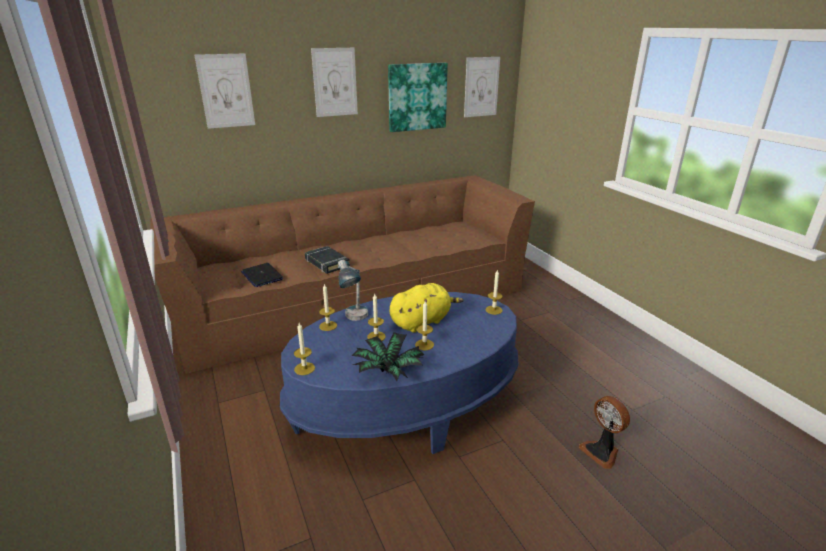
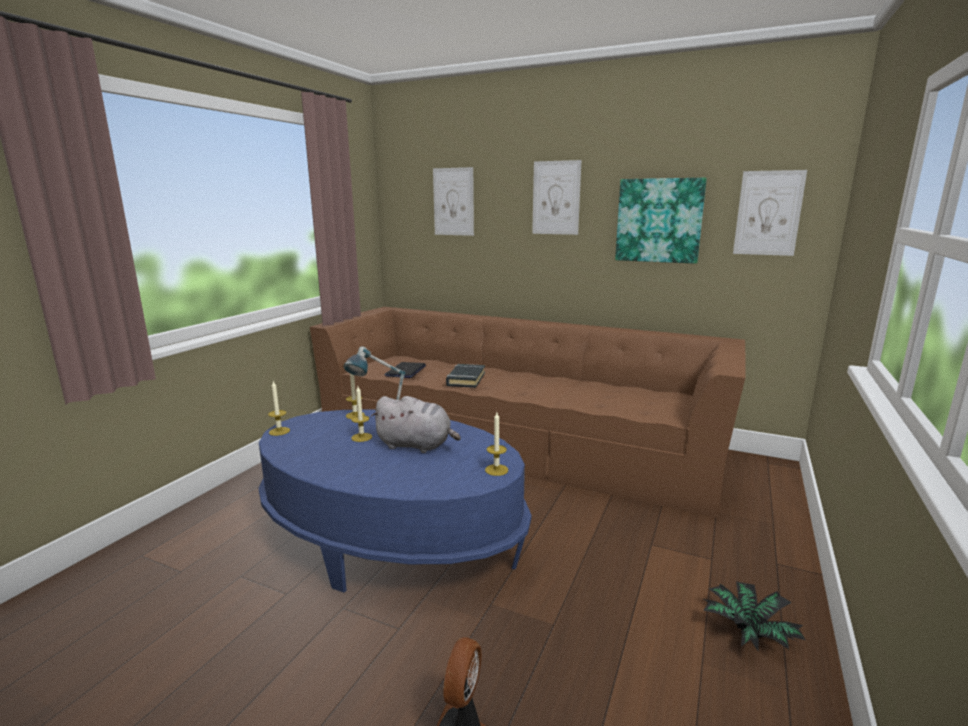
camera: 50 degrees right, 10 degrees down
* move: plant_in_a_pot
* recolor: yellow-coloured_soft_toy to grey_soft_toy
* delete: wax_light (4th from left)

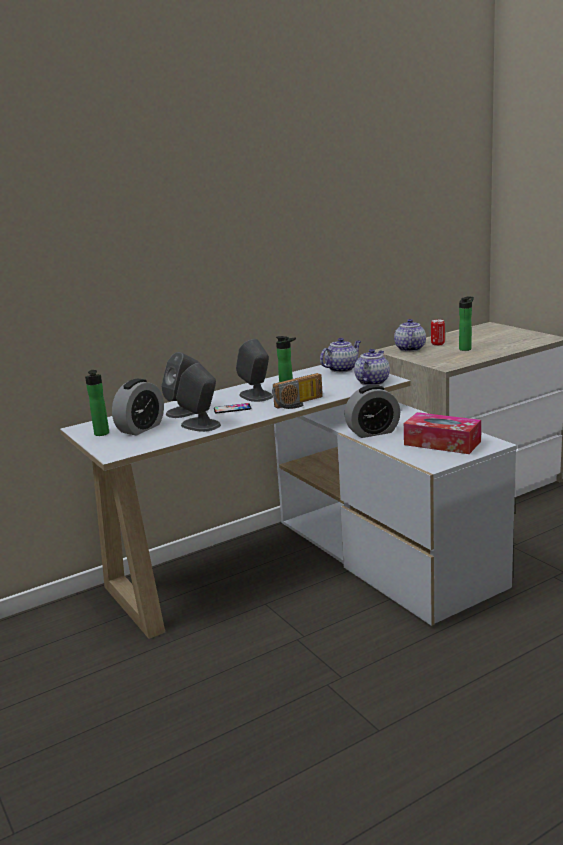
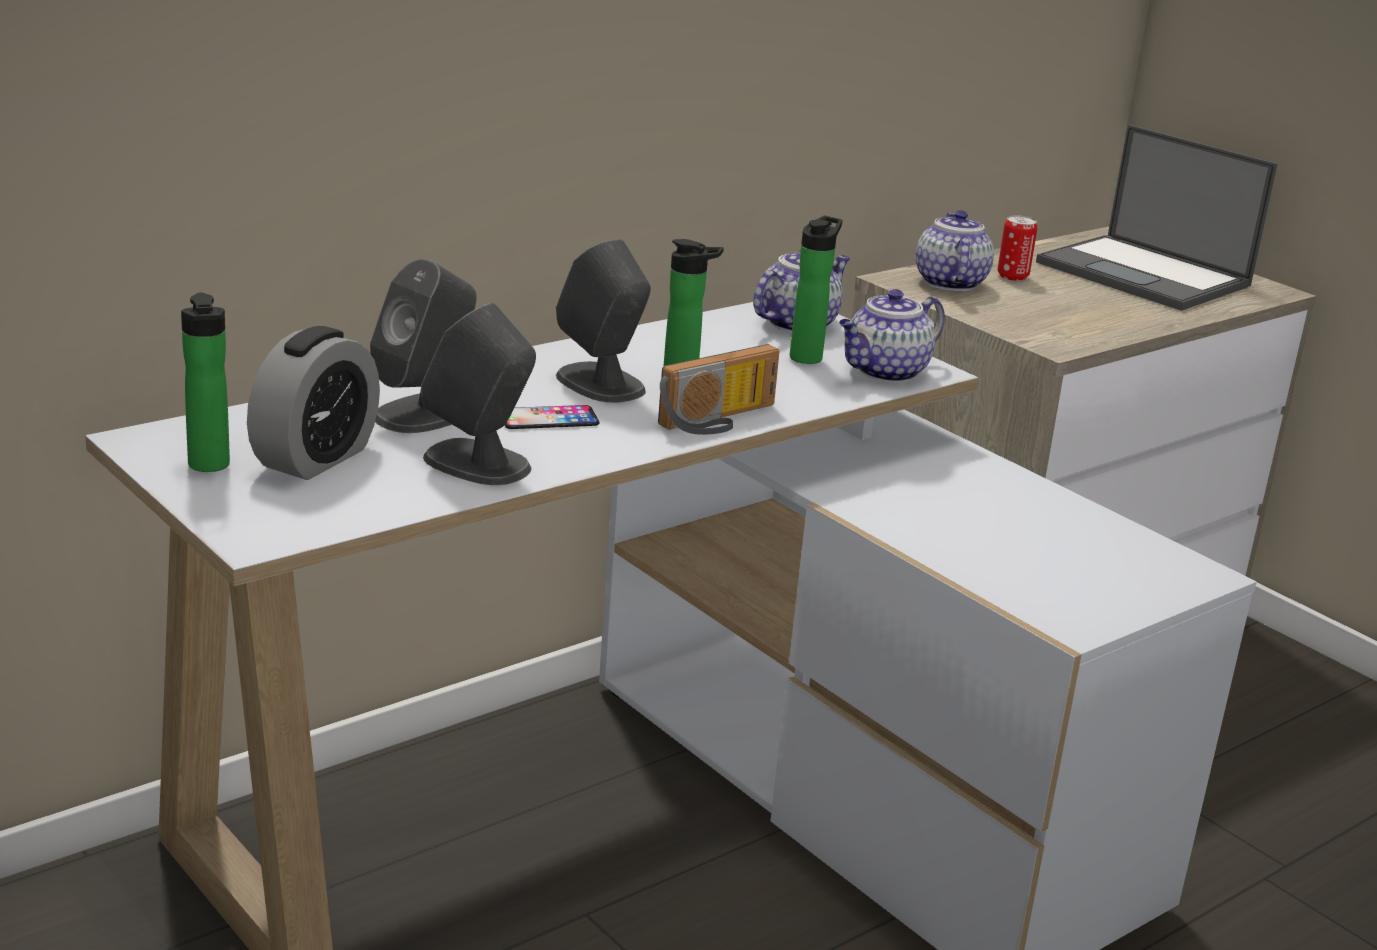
camera: 10 degrees left, 5 degrees up
* delete: bedside_clock (2nd from left)
* rotate: tea_pot (2nd from left) 150 degrees counterclockwise
* delete: tissue_box
* move: beverage_bottle (3rd from left)
* insert: notebook_computer

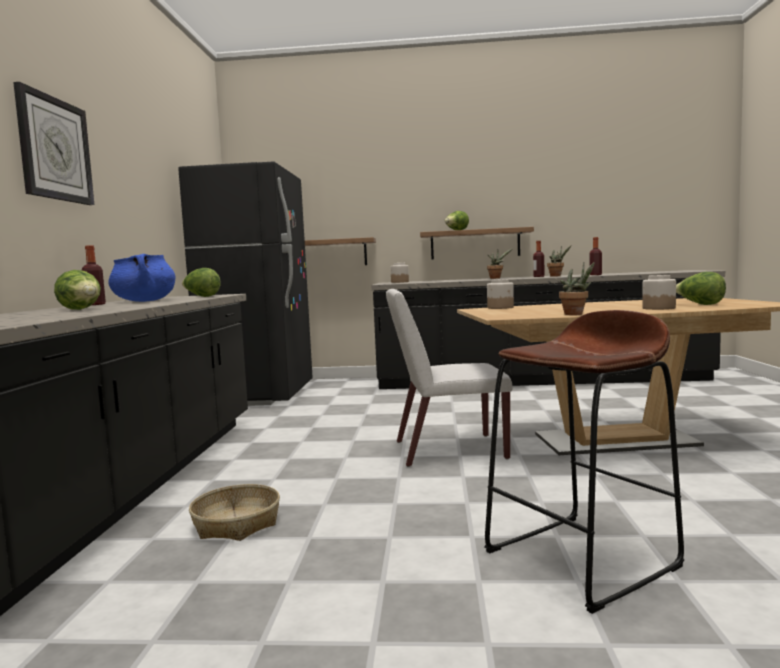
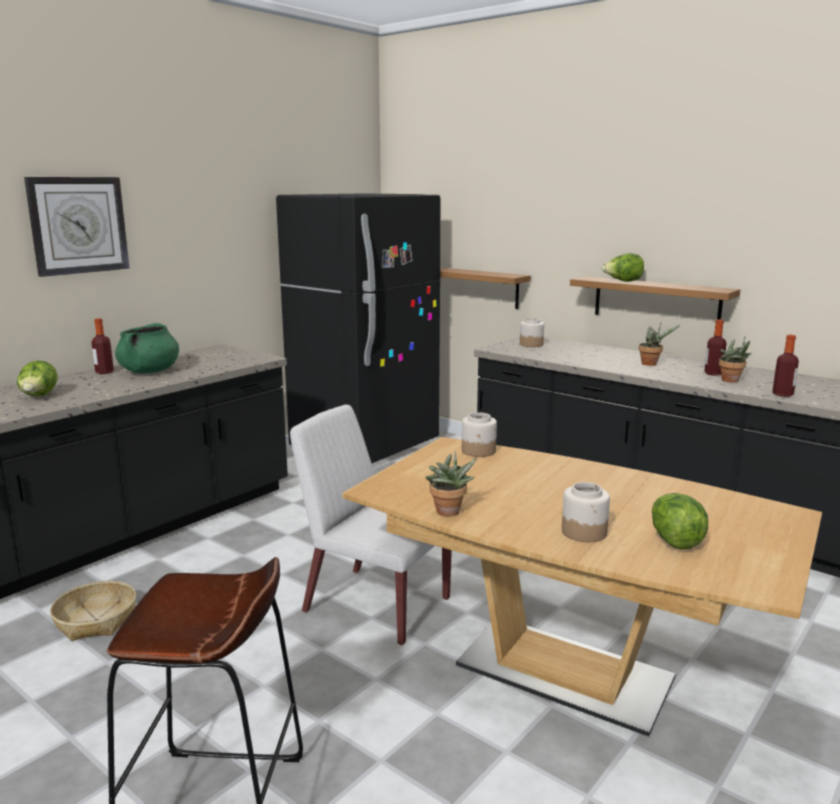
camera: 35 degrees right, 10 degrees up
* recolor: blue_cooking_pot to greenish_cooking_pot
* delete: lettuce_head (2nd from left)

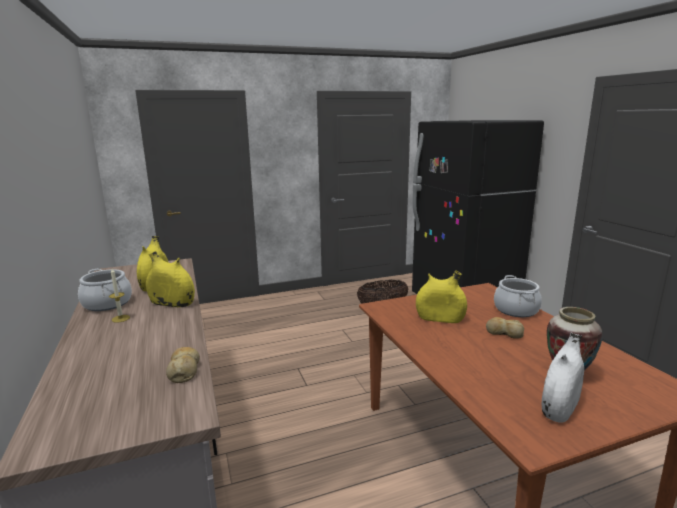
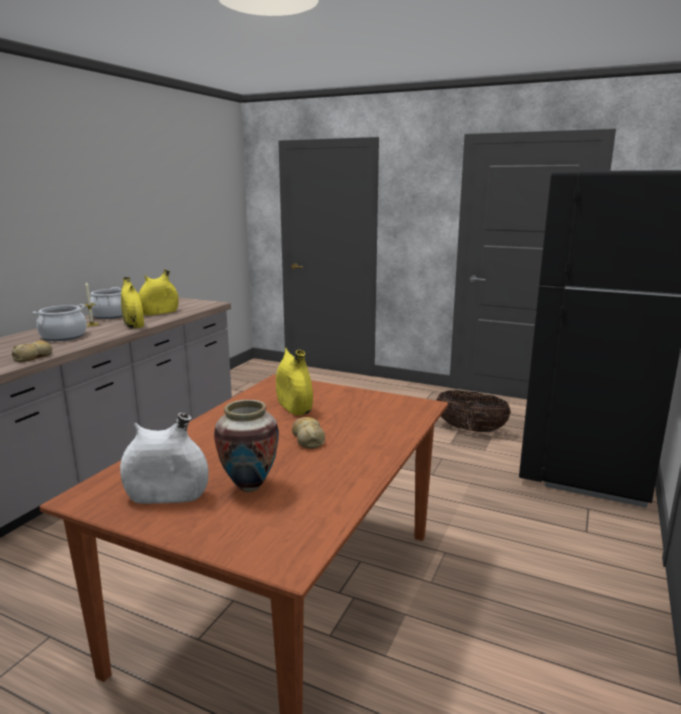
camera: 45 degrees right, 0 degrees up
* move: cooking_pot (2nd from left in the first image) to cooking_pot (1st from left)

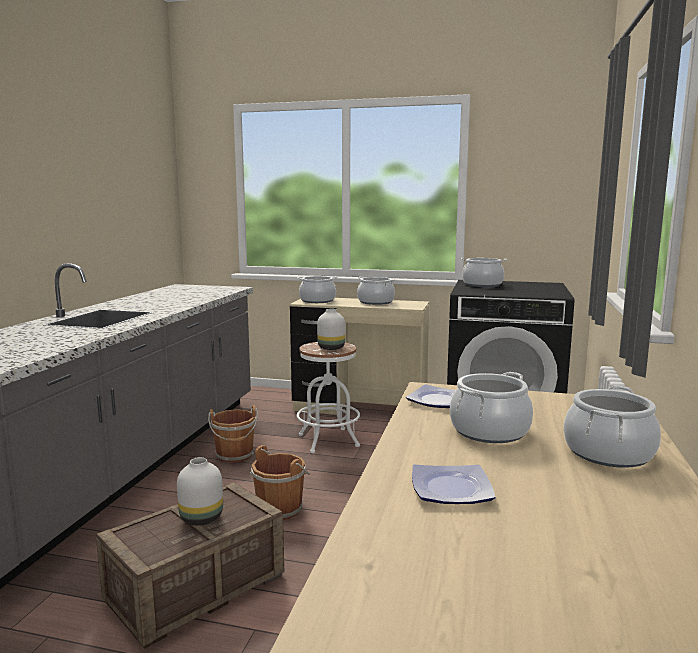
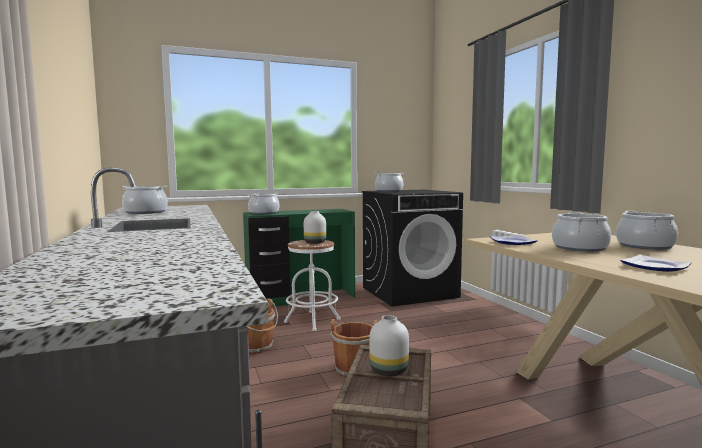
camera: 35 degrees left, 5 degrees down
* recolor: beige-coloured_desk_table to greenish_desk_table
* move: cooking_pot (2nd from left in the first image) to cooking_pot (1st from left)

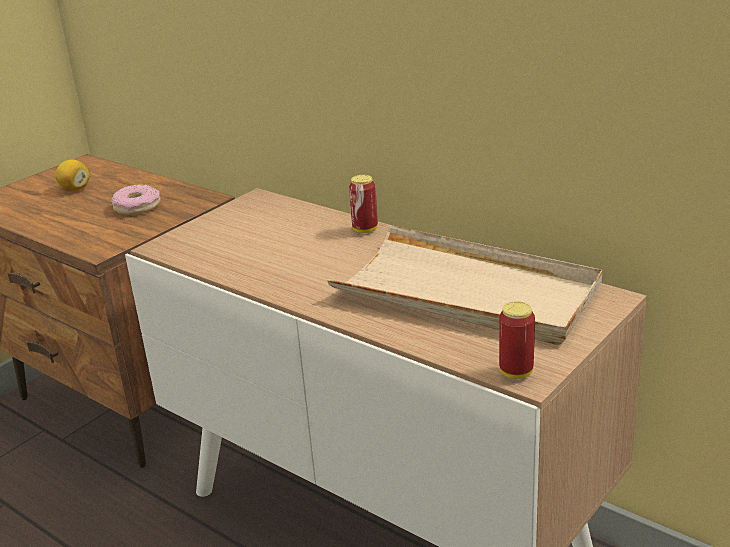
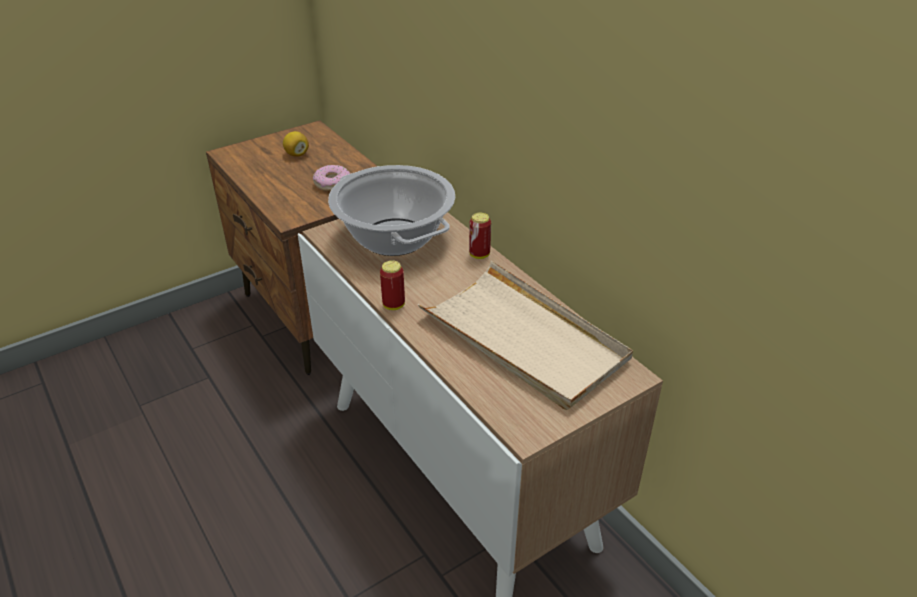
camera: 15 degrees right, 10 degrees up
* move: sealed_can (2nd from left in the first image) to sealed_can (1st from left)
* insert: cooking_pot

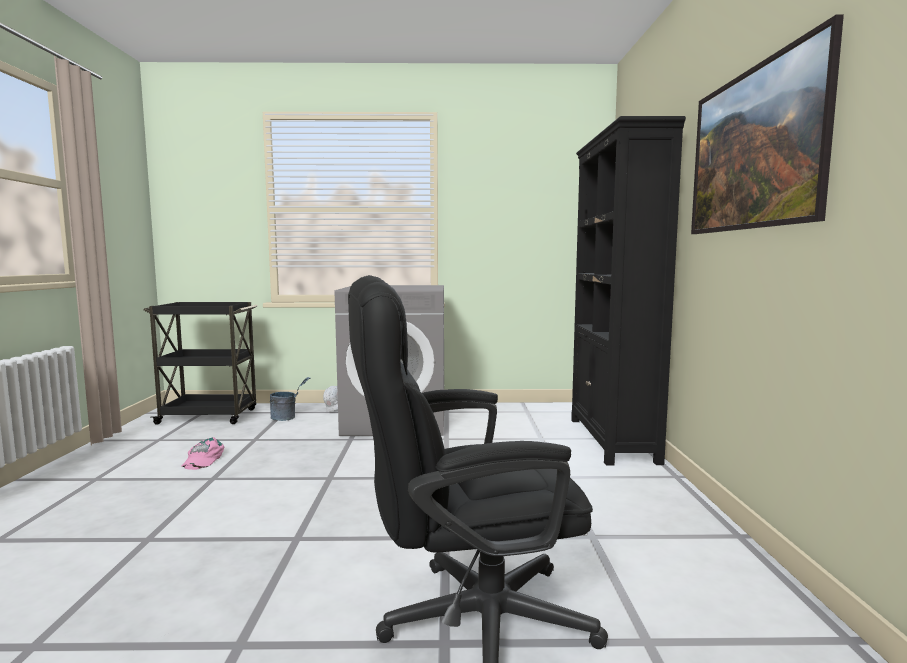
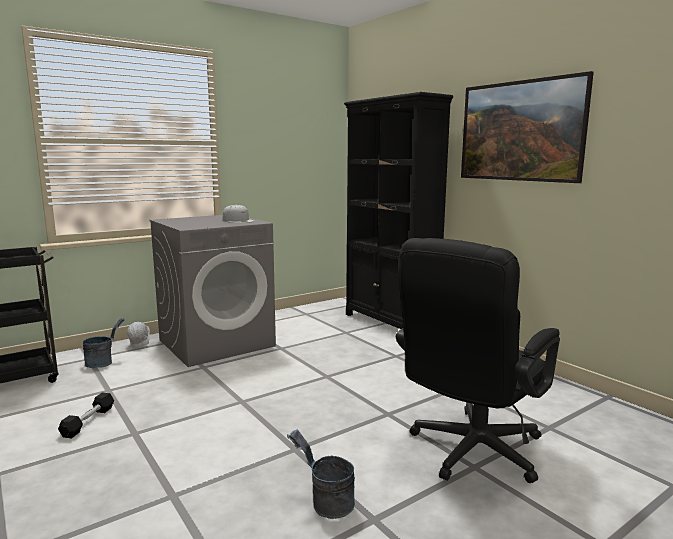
camera: 35 degrees left, 5 degrees up
* replace: pinkish_baseball_cap to blackish_dumbbell
* insert: whitish_baseball_cap
* insert: grey_pail (2nd from left)

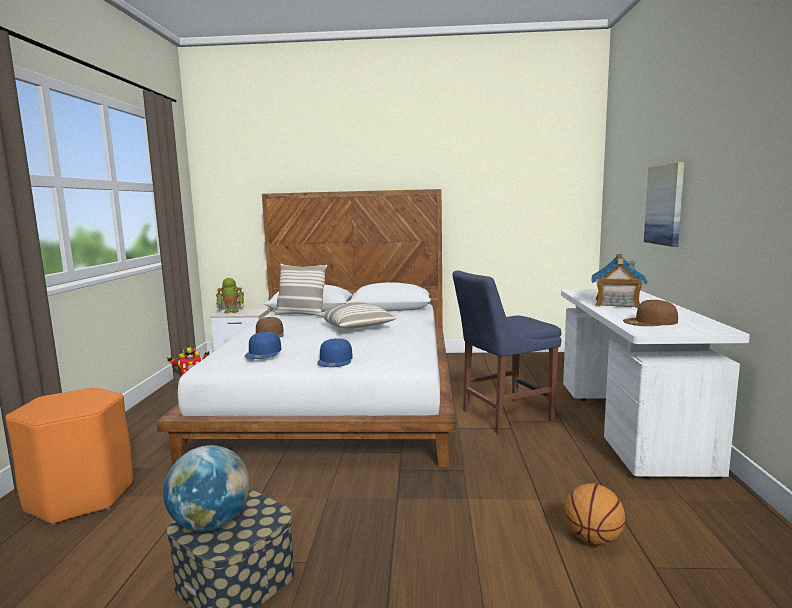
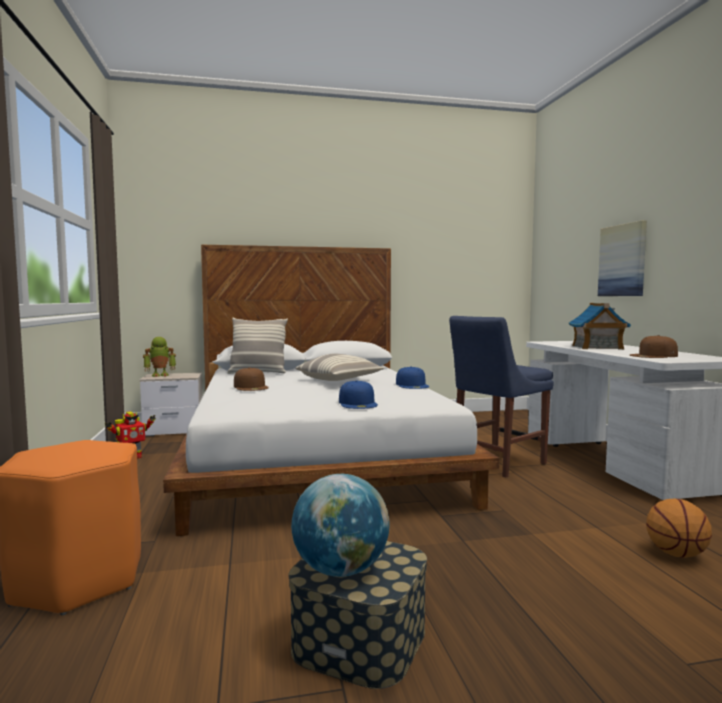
camera: 15 degrees left, 5 degrees down
* move: blue_baseball_cap (1st from left in the first image) to blue_baseball_cap (2nd from left)

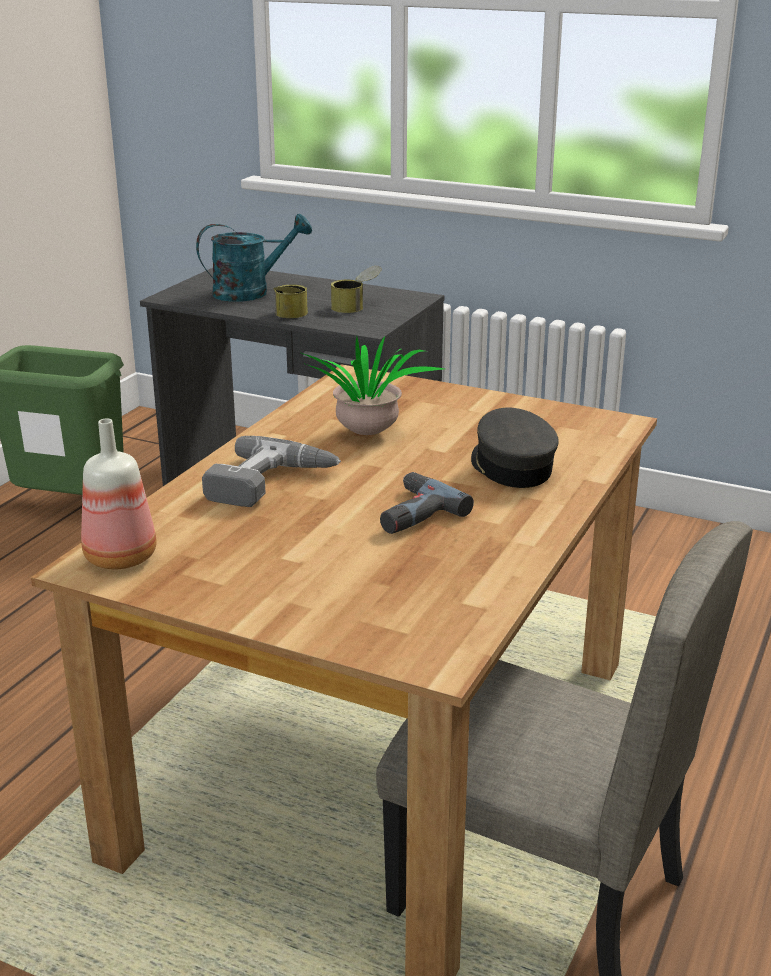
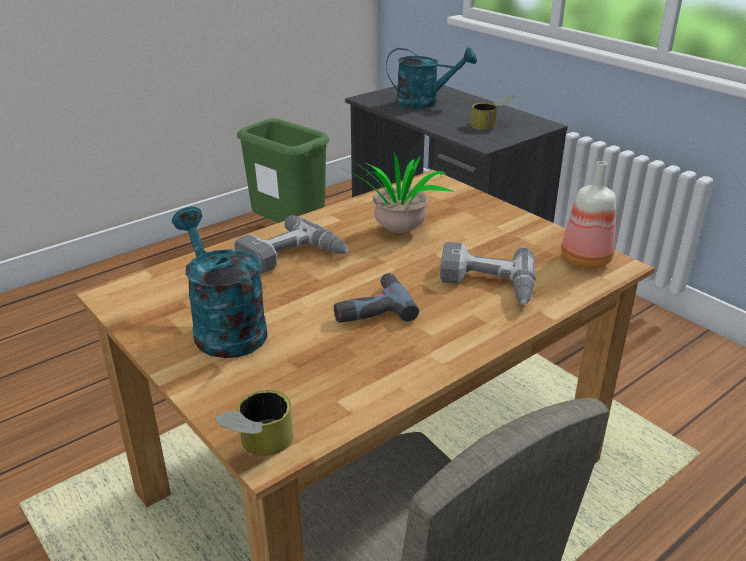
camera: 25 degrees right, 5 degrees up
* move: beverage_bottle
* move: sealed_can (1st from left)
* replace: grey_baseball_cap to drill (3rd from left)
* insert: blue-green_watering_pot (1st from left)

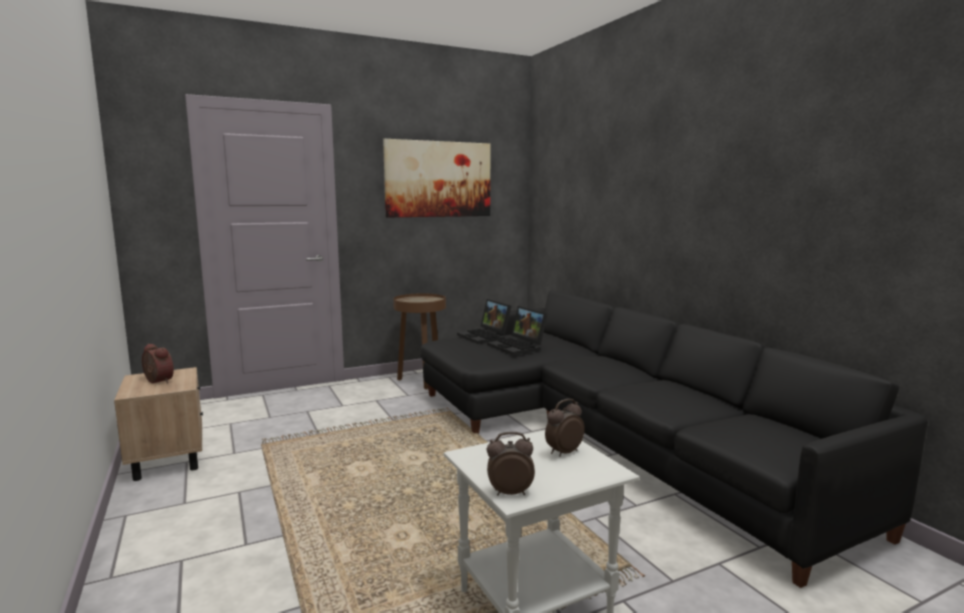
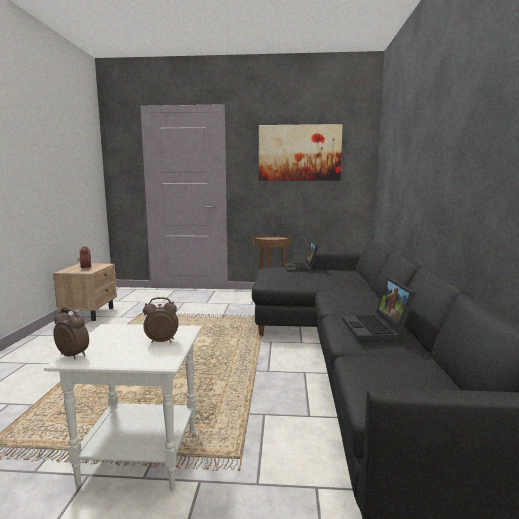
camera: 30 degrees right, 0 degrees up
* move: notebook_computer (2nd from left)

